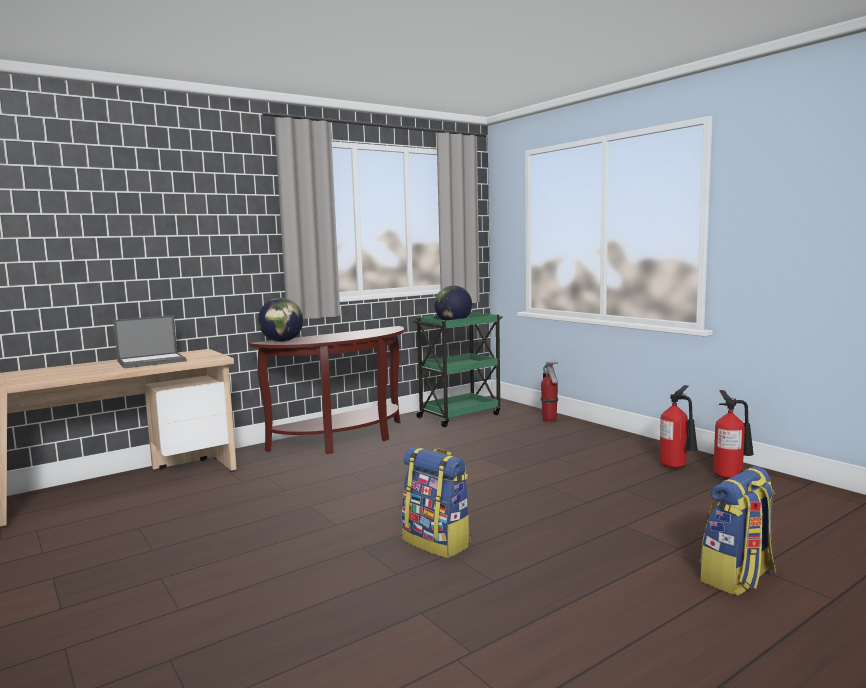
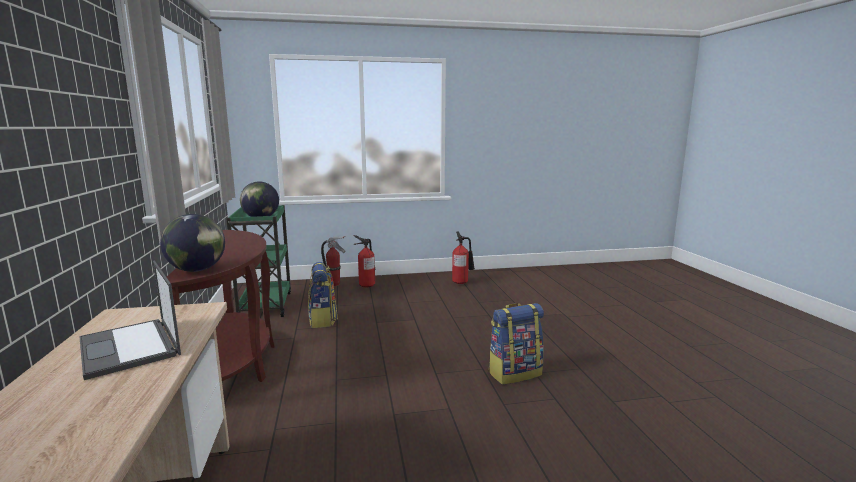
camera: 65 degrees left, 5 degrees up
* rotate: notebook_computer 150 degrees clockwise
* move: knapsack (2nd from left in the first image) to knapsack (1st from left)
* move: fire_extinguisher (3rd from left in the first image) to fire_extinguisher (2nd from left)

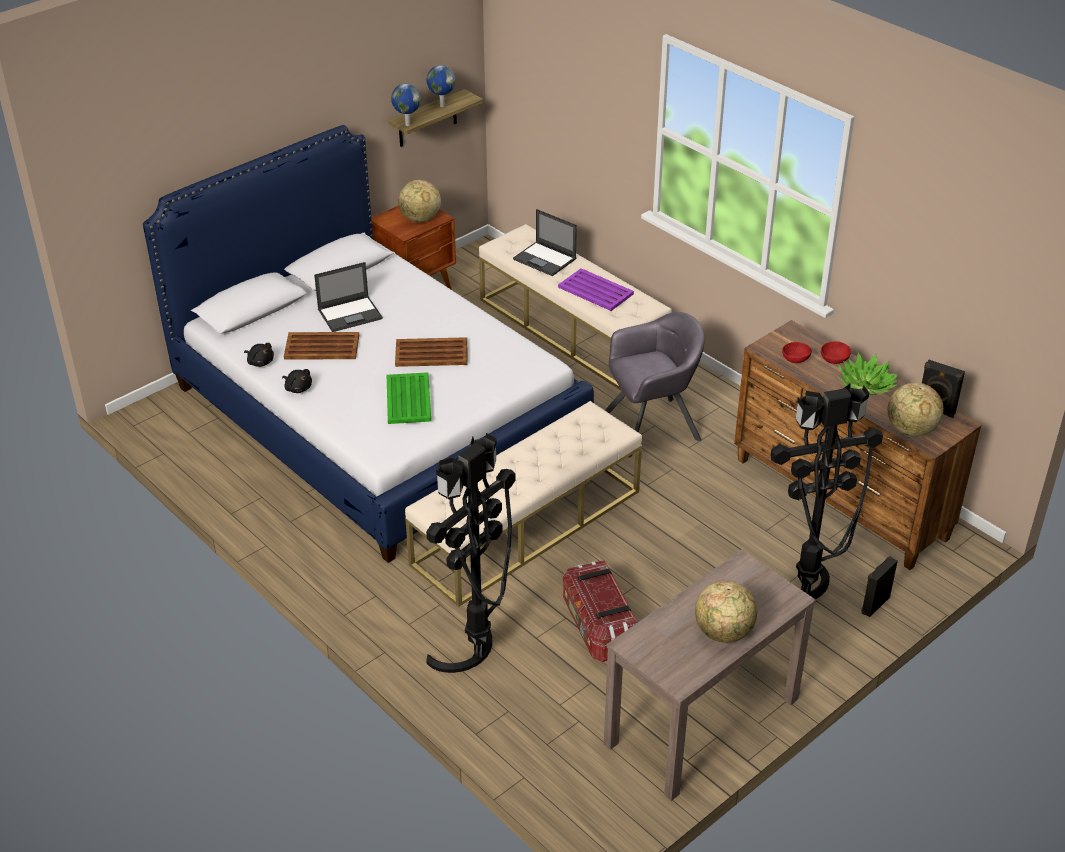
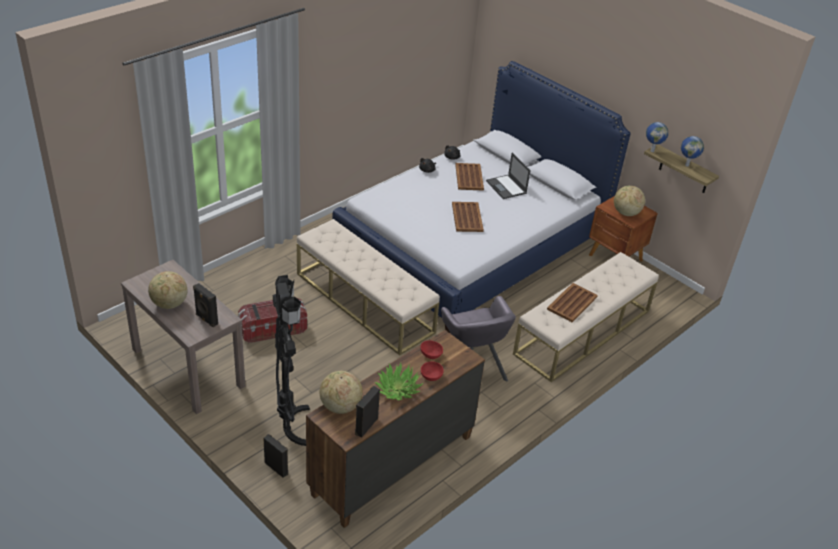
camera: 85 degrees right, 0 degrees up
* delete: greenish_tray
* delete: blackish_standing_lamp (1st from left)
* delete: notebook_computer (2nd from left)
* recolor: purplish_tray to brownish_tray (3rd from left)
* insert: blackish_loudspeaker (1st from left)

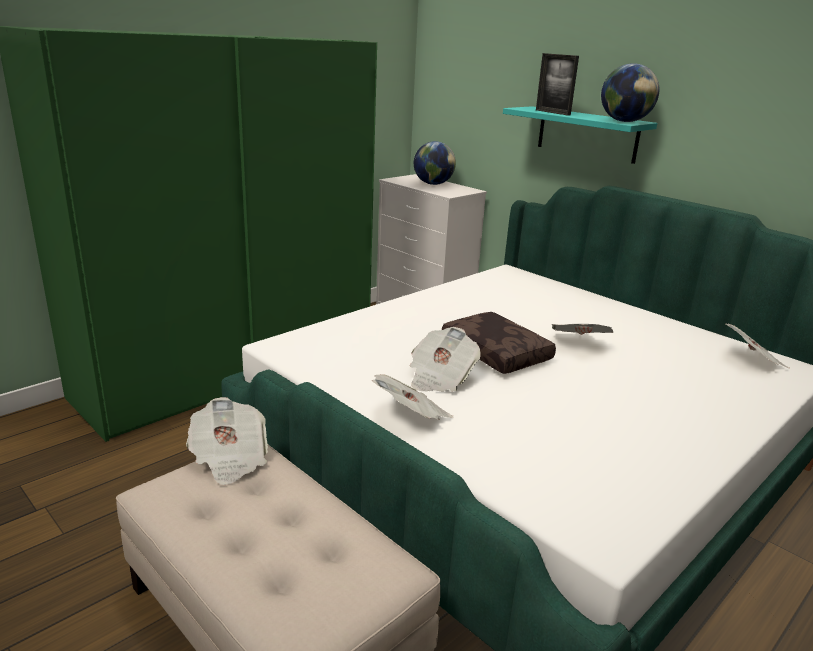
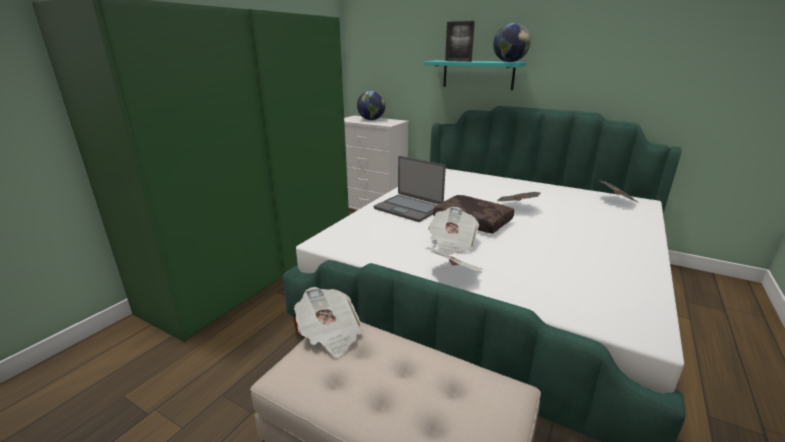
camera: 15 degrees left, 0 degrees up
* insert: notebook_computer

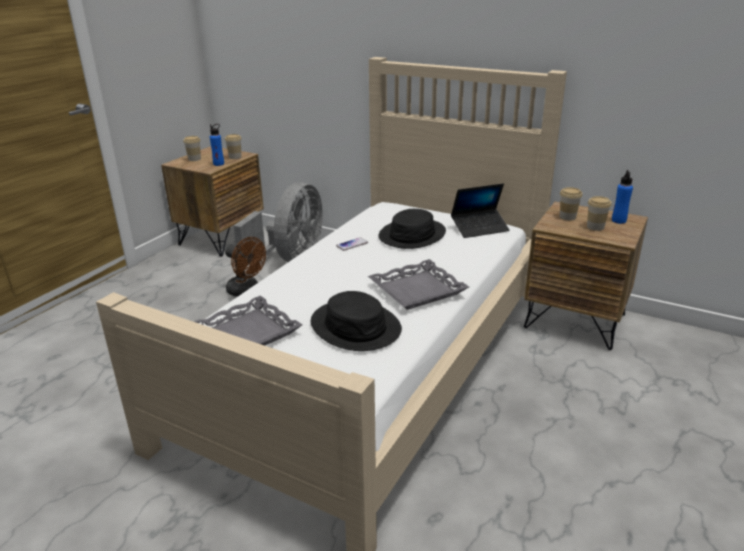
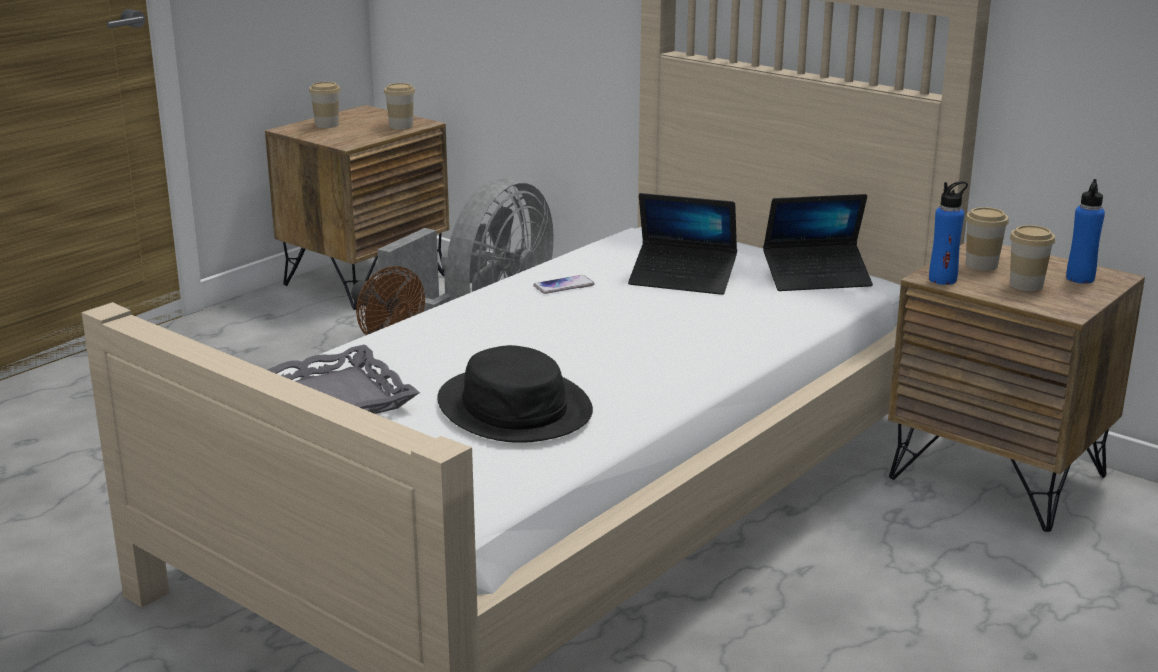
camera: 10 degrees right, 5 degrees down
* move: blue_beverage_bottle (1st from left)
* delete: grey_tray (2nd from left)
* replace: blackish_clothing_hat (2nd from left) to notebook_computer (1st from left)

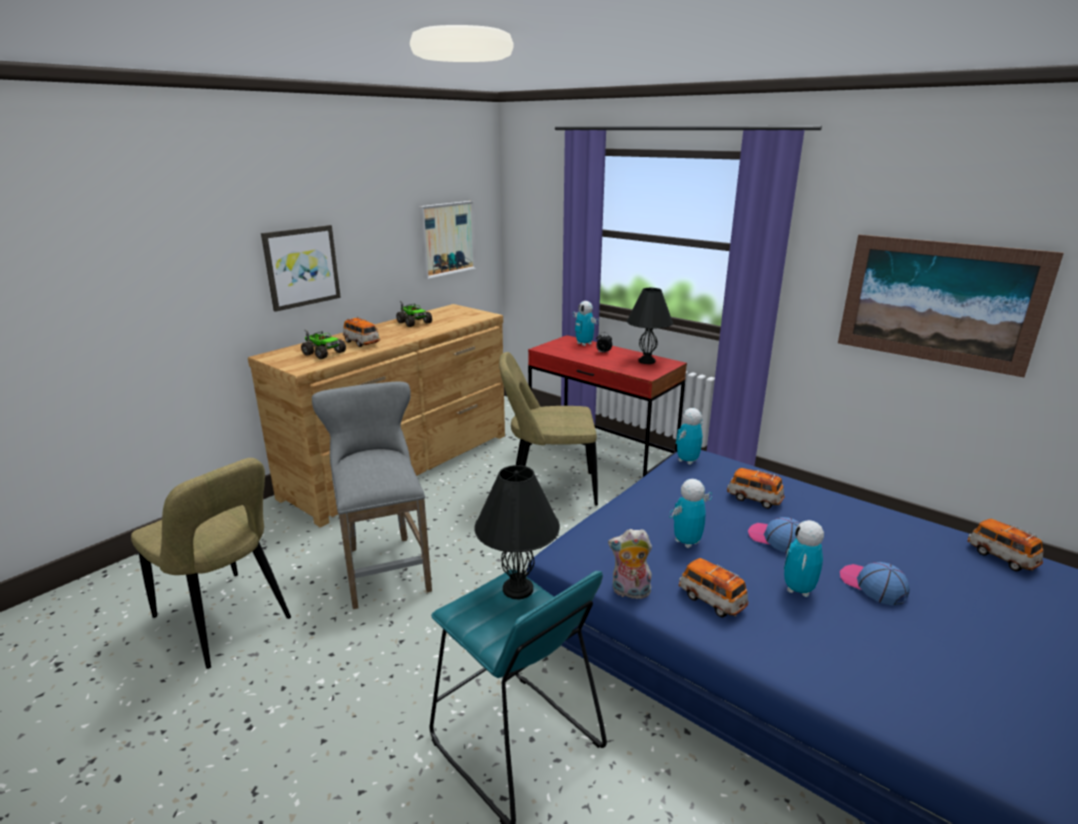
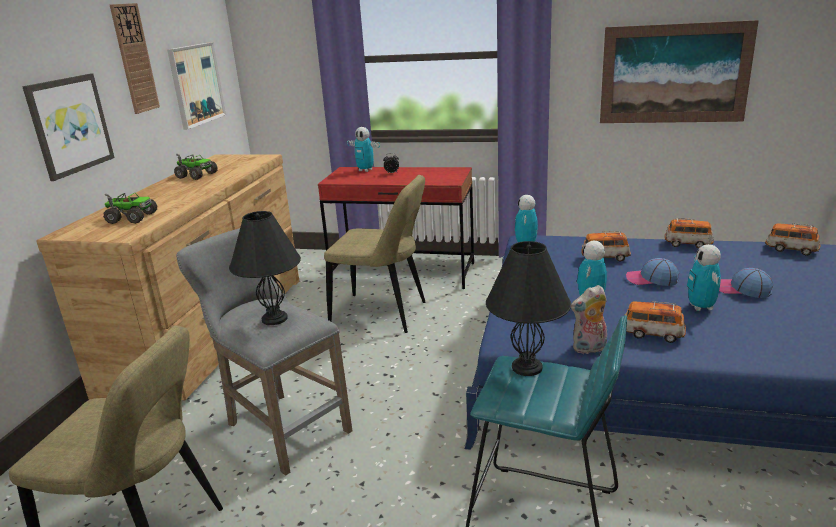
camera: 25 degrees left, 0 degrees up
* move: model_car (1st from left in the first image) to model_car (3rd from left)
* rotate: beige-coloured_plain_chair (2nd from left) 135 degrees counterclockwise
* move: blackish_tabletop_lamp (2nd from left in the first image) to blackish_tabletop_lamp (1st from left)
* insert: hanging_clock

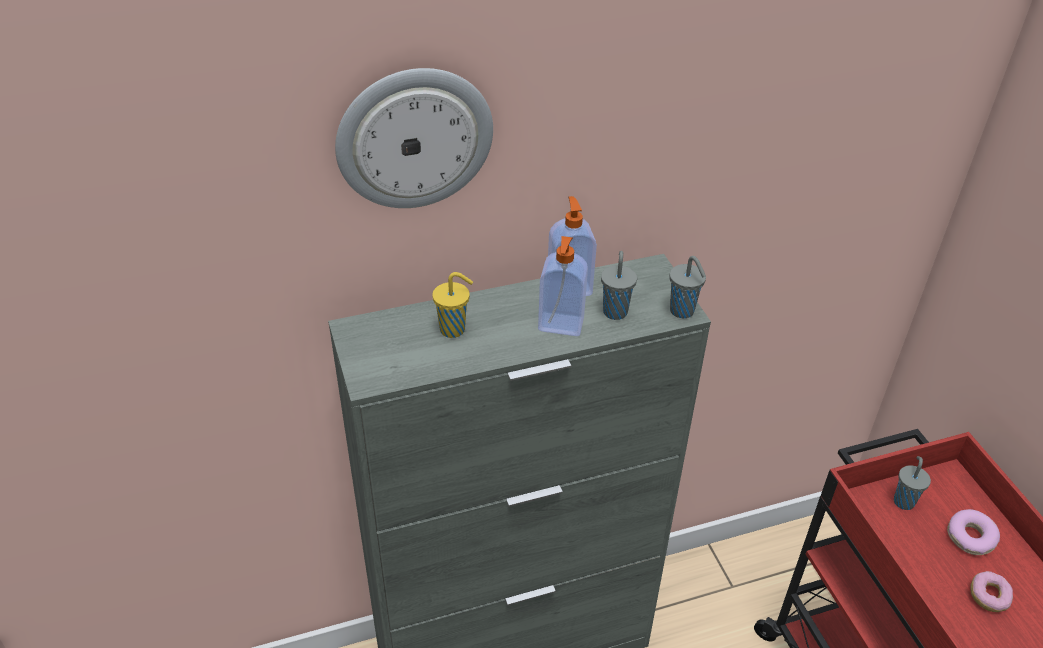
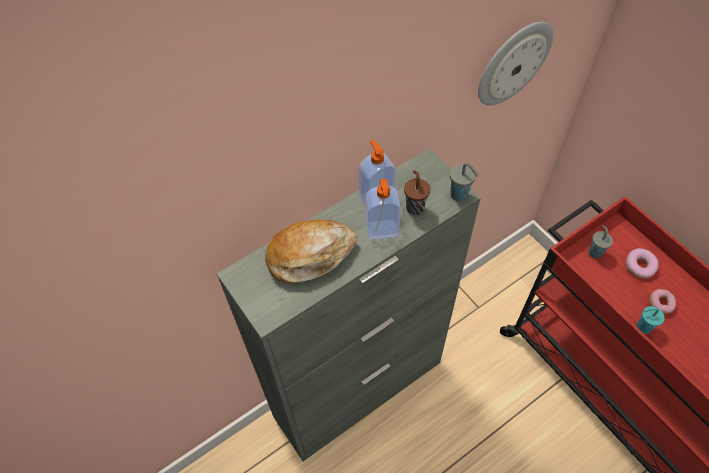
camera: 15 degrees left, 15 degrees up
* move: hanging_clock
* replace: yellow-coloured_drinking_cup to bakery_bread
* recolor: grey_drinking_cup (1st from left) to brownish_drinking_cup
* insert: blue-green_drinking_cup

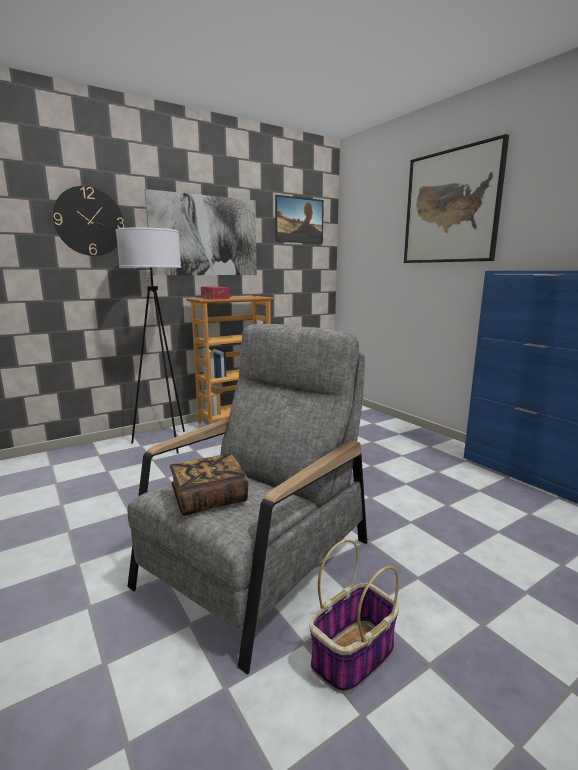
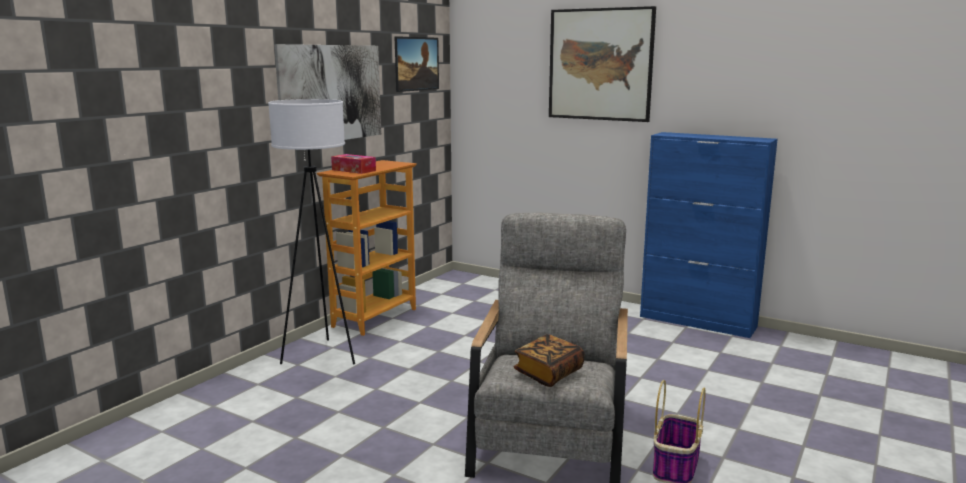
camera: 25 degrees left, 0 degrees up
* delete: hanging_clock

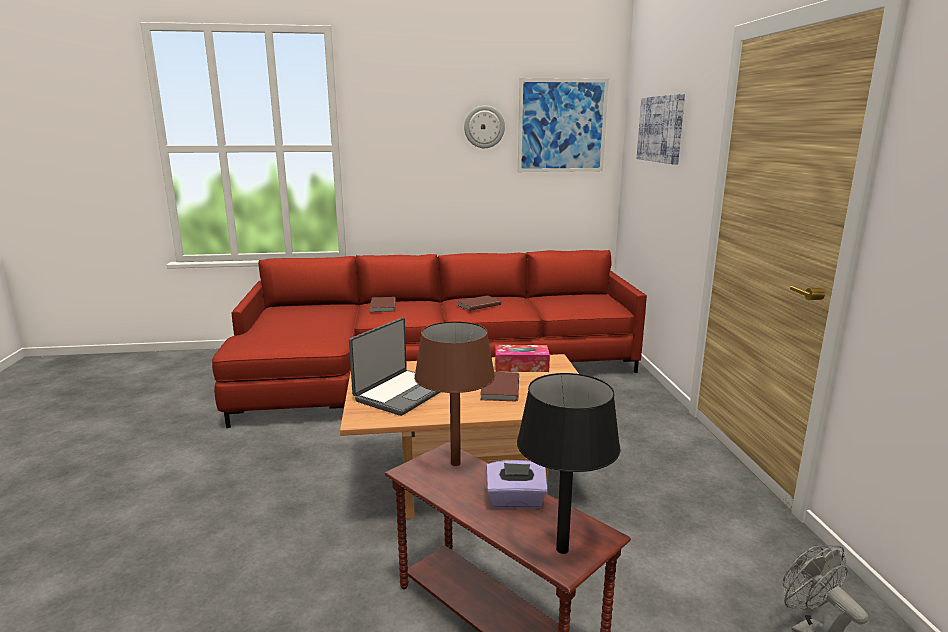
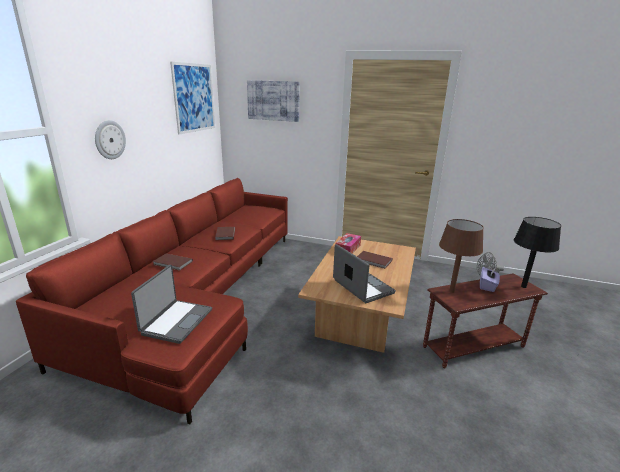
camera: 65 degrees left, 5 degrees up
* move: hanging_clock
* insert: notebook_computer (1st from left)

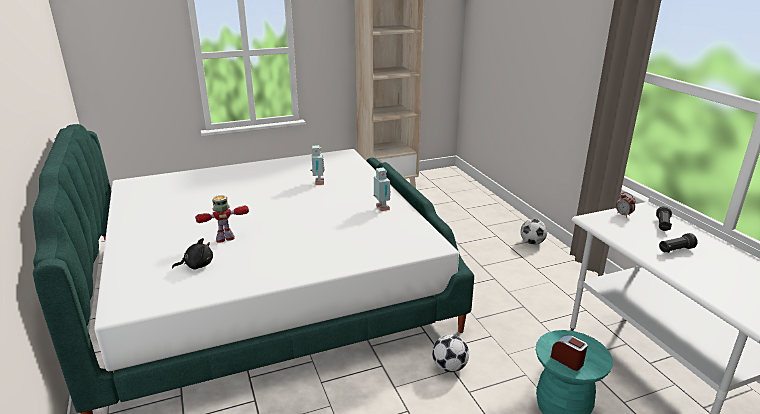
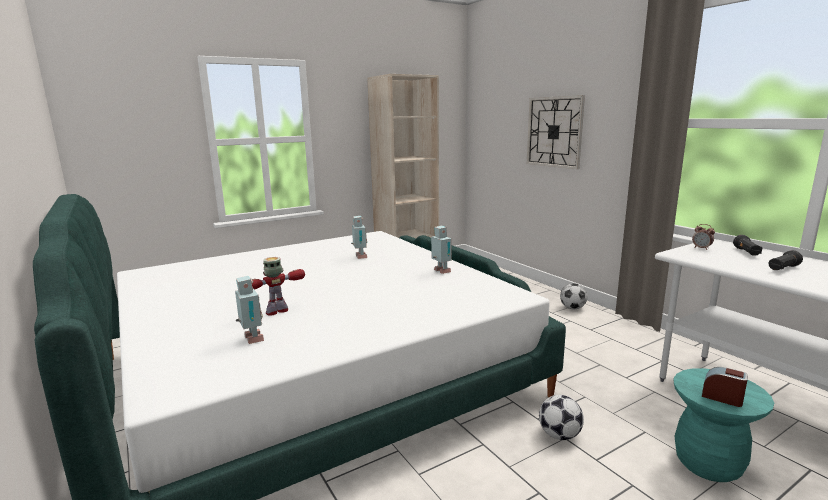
camera: 10 degrees left, 10 degrees down
* replace: blackish_soft_toy to model_robot (1st from left)
* insert: hanging_clock

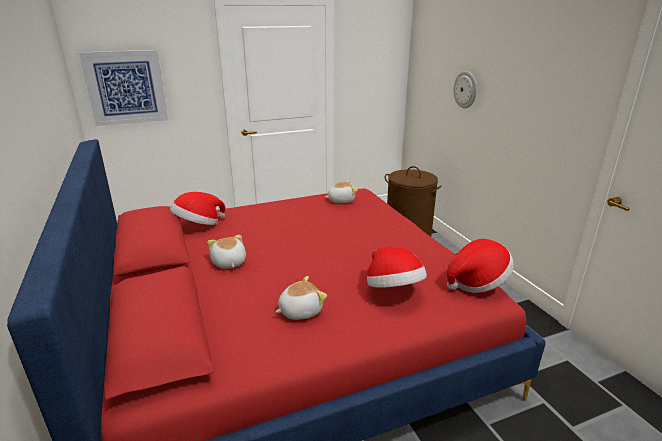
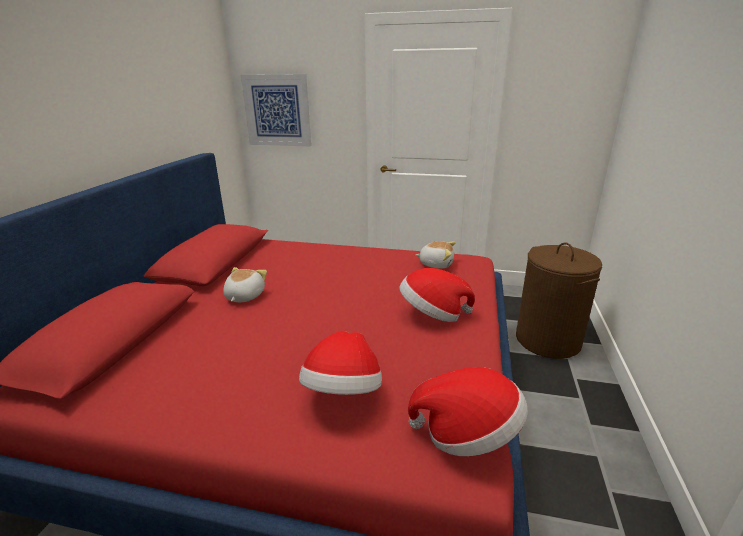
camera: 35 degrees right, 0 degrees up
* move: clothing_hat (1st from left in the first image) to clothing_hat (2nd from left)
* delete: soft_toy (2nd from left)
* delete: hanging_clock

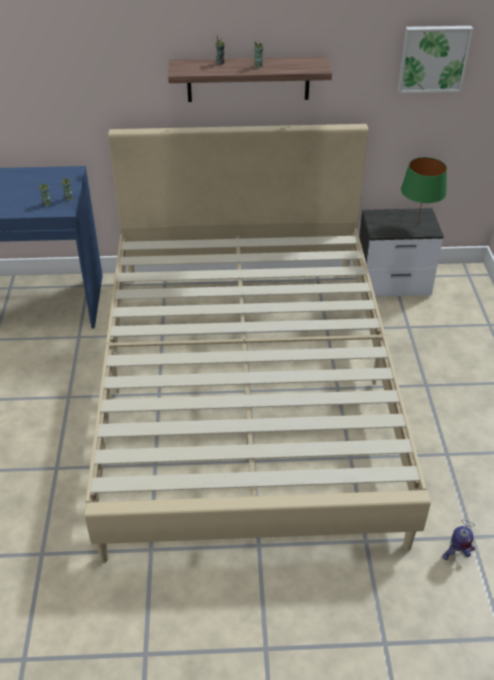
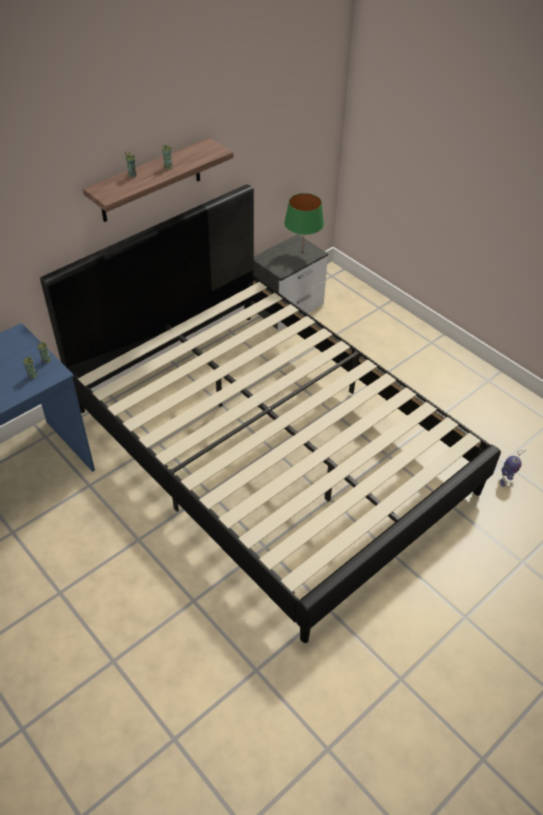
camera: 40 degrees left, 5 degrees up
* recolor: beige-coloured_bedroom_bed to blackish_bedroom_bed
* delete: picture

